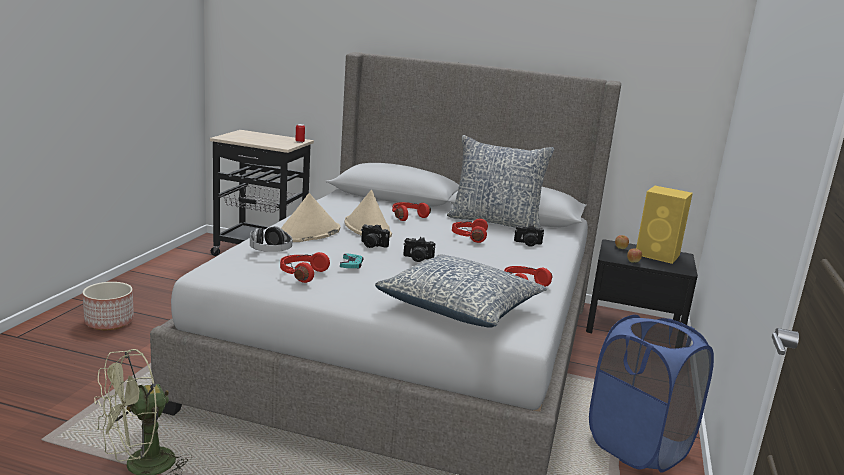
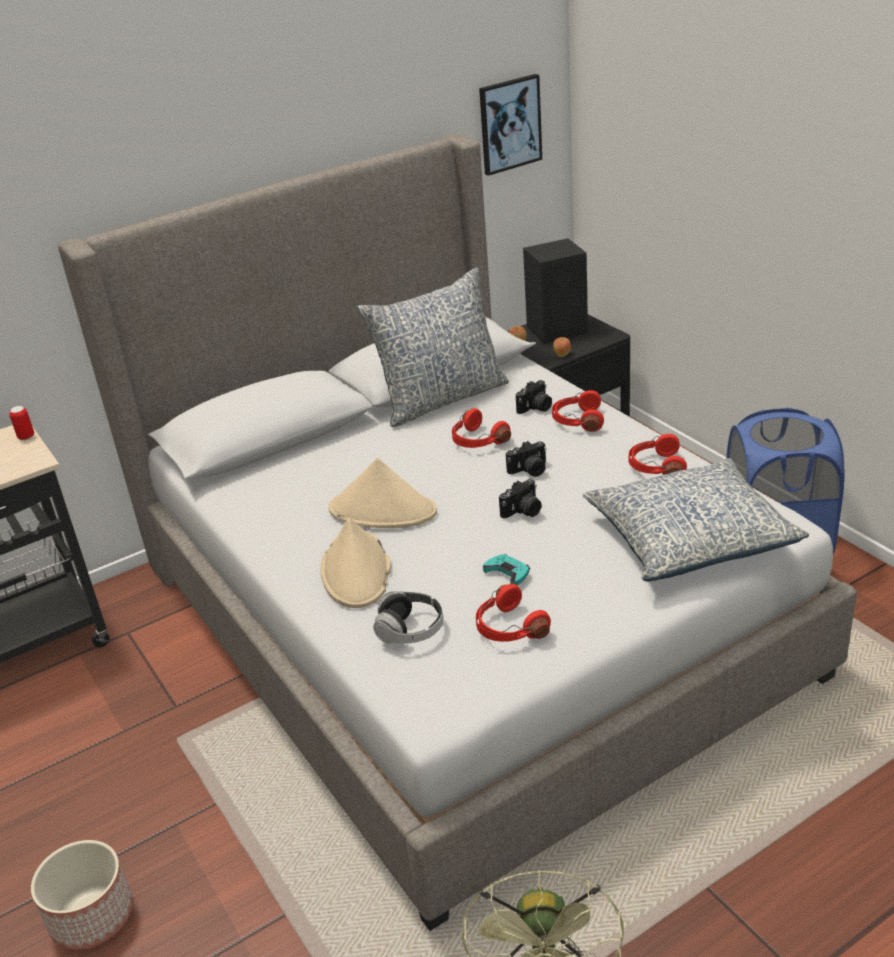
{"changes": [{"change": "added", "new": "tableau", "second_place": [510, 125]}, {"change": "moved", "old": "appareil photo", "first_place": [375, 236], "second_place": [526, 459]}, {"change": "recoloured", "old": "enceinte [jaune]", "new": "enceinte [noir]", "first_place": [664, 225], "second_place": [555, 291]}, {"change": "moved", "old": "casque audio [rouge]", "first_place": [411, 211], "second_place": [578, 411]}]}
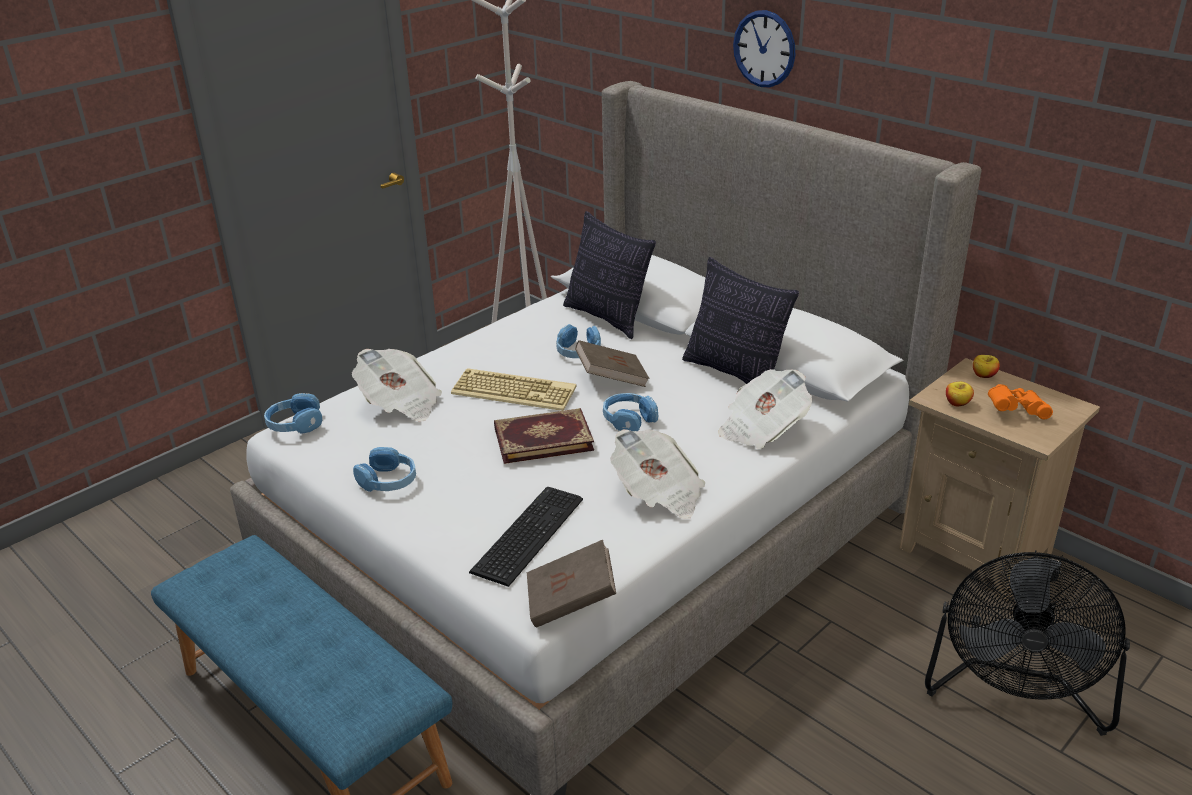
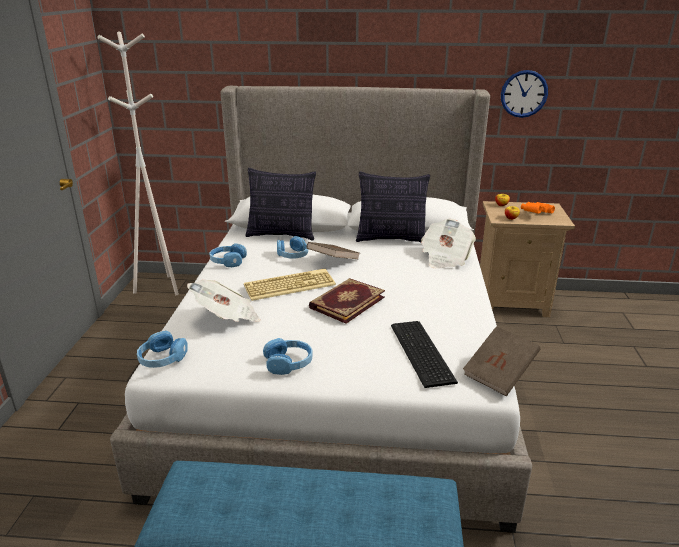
{"changes": [{"change": "moved", "old": "casque audio [bleu]", "first_place": [630, 412], "second_place": [228, 255]}, {"change": "moved", "old": "horloge murale", "first_place": [764, 48], "second_place": [524, 94]}, {"change": "removed", "old": "journal", "first_place": [657, 474]}, {"change": "removed", "old": "ventilateur [noir]", "first_place": [1027, 643]}]}
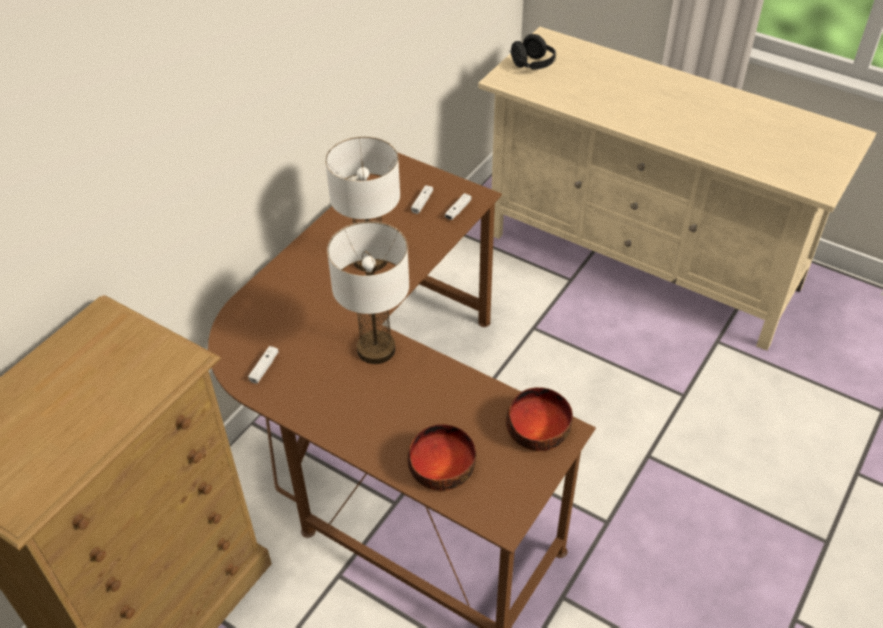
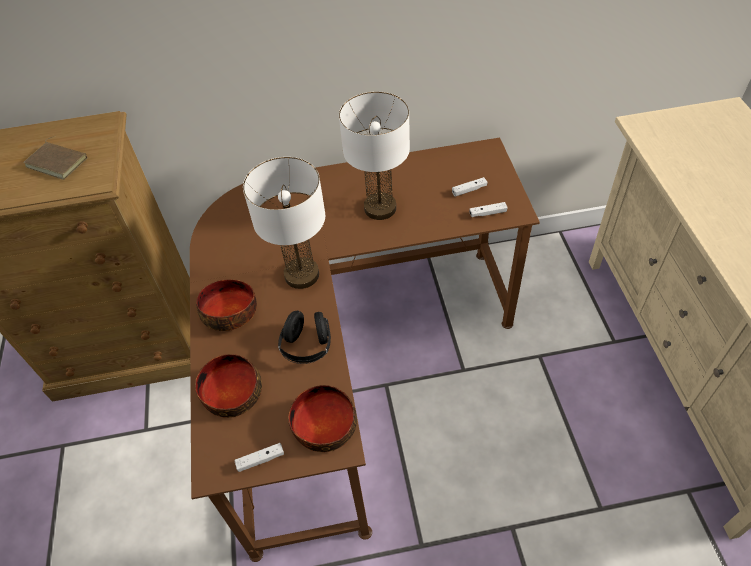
{"changes": [{"change": "added", "new": "livre [marron]", "second_place": [55, 158]}, {"change": "added", "new": "bol", "second_place": [226, 305]}, {"change": "moved", "old": "manette [blanc]", "first_place": [263, 365], "second_place": [259, 457]}, {"change": "moved", "old": "casque audio [noir]", "first_place": [532, 52], "second_place": [304, 337]}]}
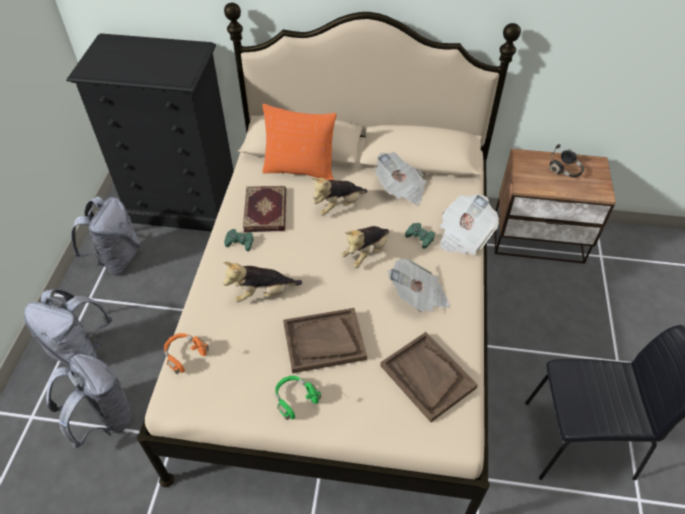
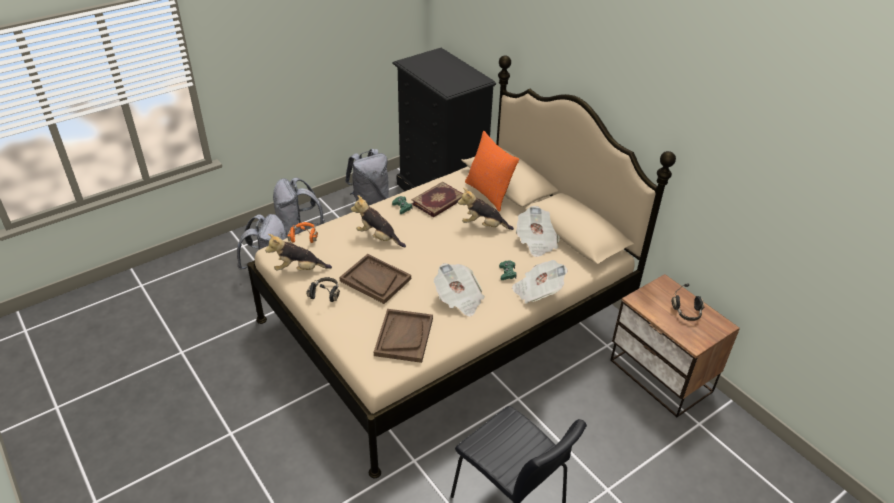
{"changes": [{"change": "moved", "old": "peluche", "first_place": [365, 247], "second_place": [298, 252]}, {"change": "recoloured", "old": "casque audio [vert]", "new": "casque audio [noir]", "first_place": [298, 398], "second_place": [323, 289]}]}
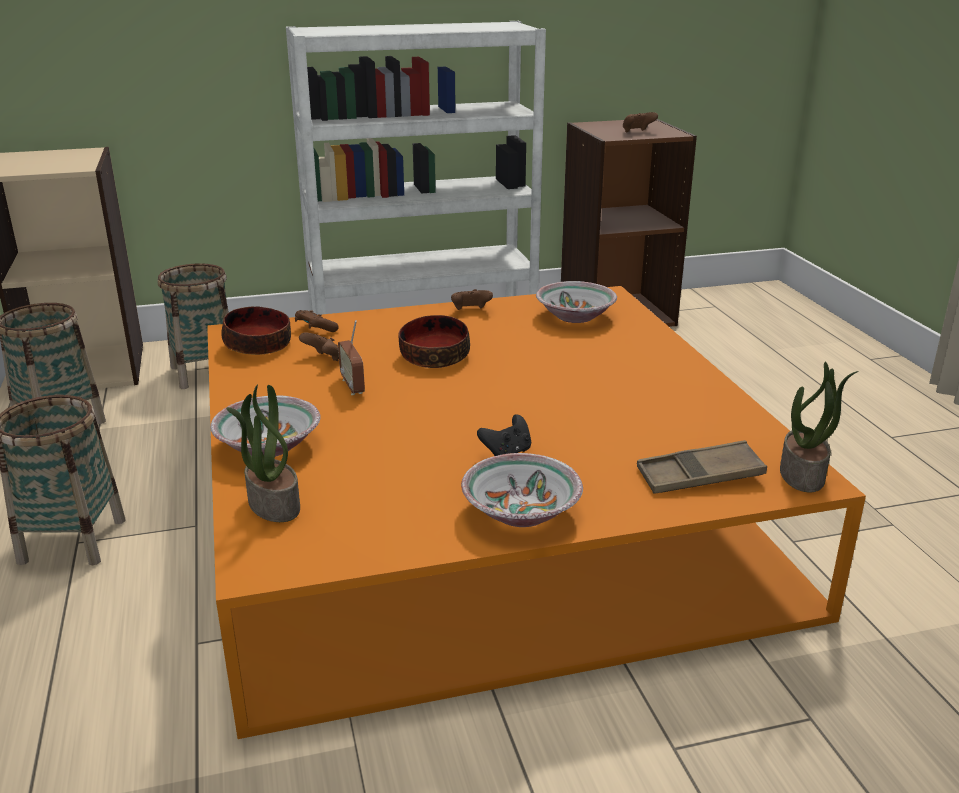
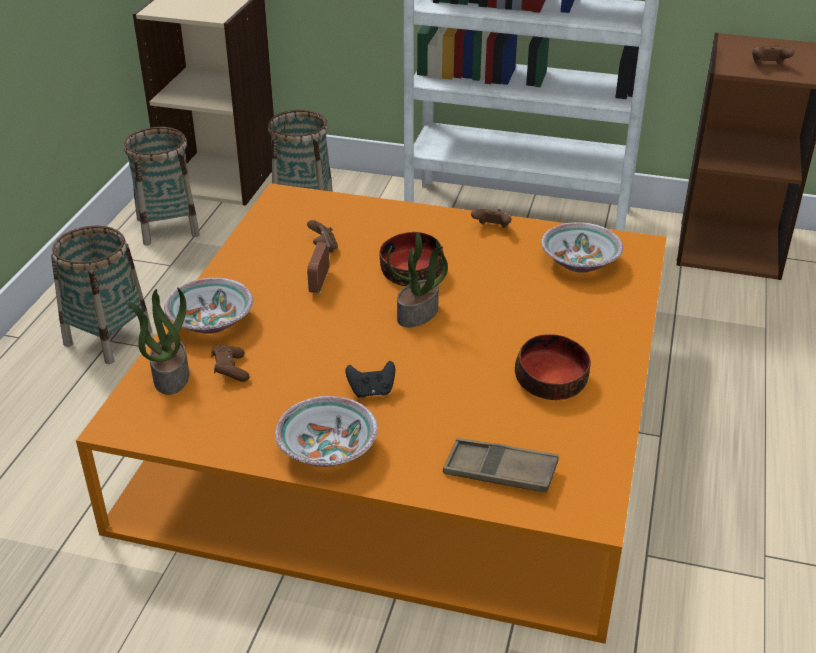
{"changes": [{"change": "moved", "old": "manette [marron]", "first_place": [317, 321], "second_place": [230, 363]}, {"change": "moved", "old": "plante en pot", "first_place": [819, 427], "second_place": [417, 280]}, {"change": "moved", "old": "bol", "first_place": [256, 330], "second_place": [553, 367]}]}
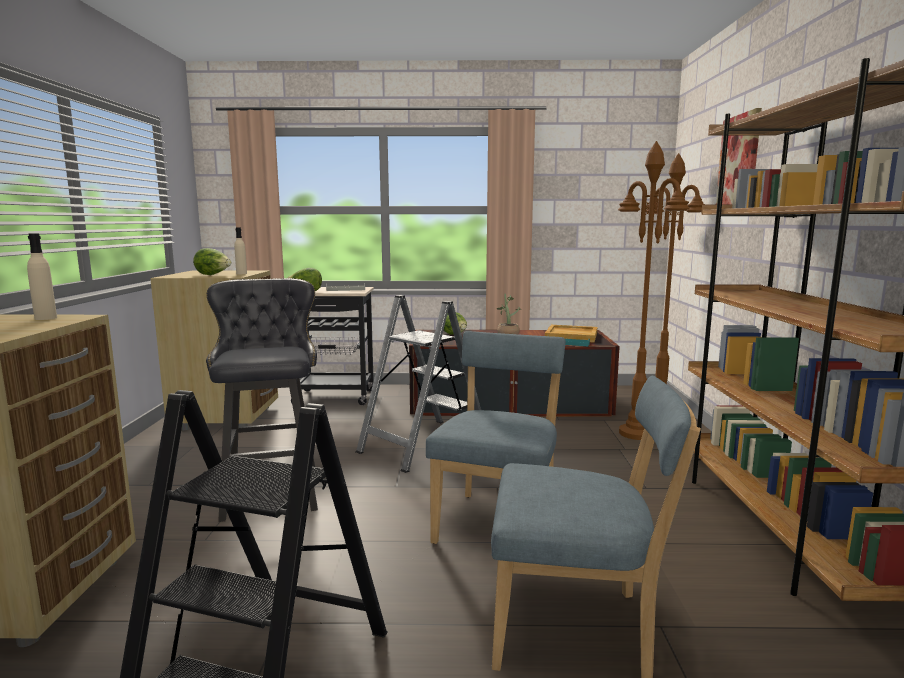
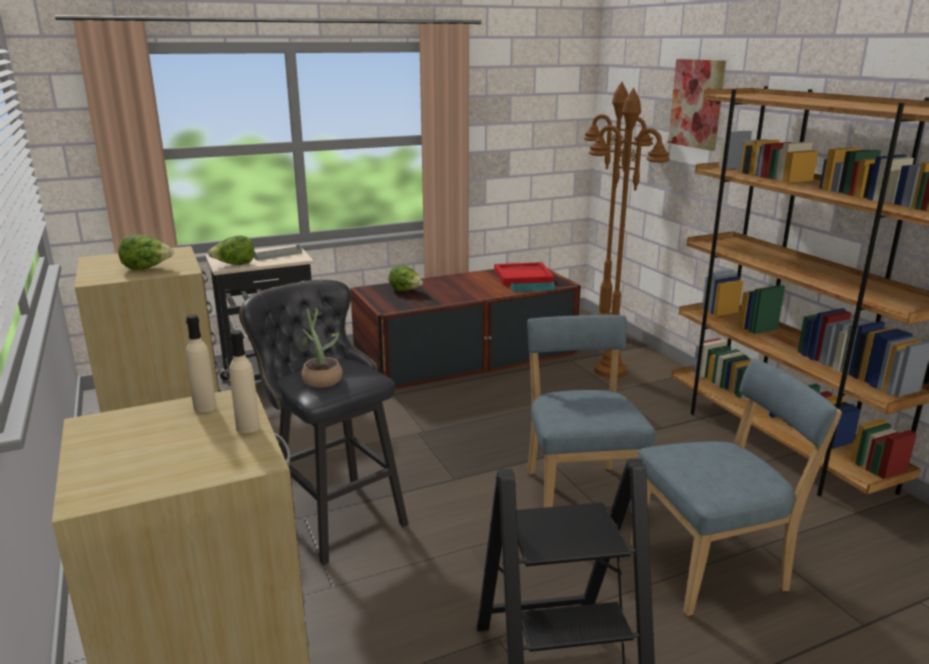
{"changes": [{"change": "moved", "old": "bouteille [beige]", "first_place": [240, 251], "second_place": [244, 381]}, {"change": "moved", "old": "plante en pot", "first_place": [509, 314], "second_place": [319, 348]}, {"change": "recoloured", "old": "plateau [beige]", "new": "plateau [rouge]", "first_place": [571, 334], "second_place": [524, 274]}, {"change": "removed", "old": "escabeau [gris]", "first_place": [418, 384]}]}
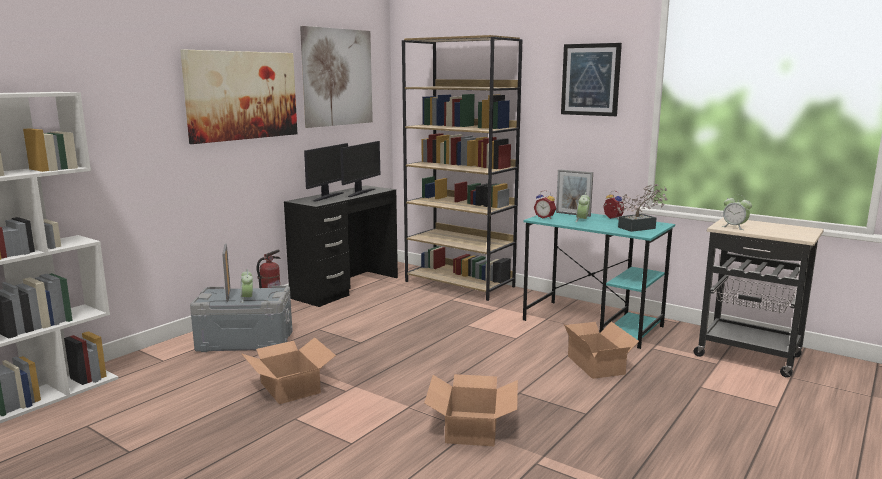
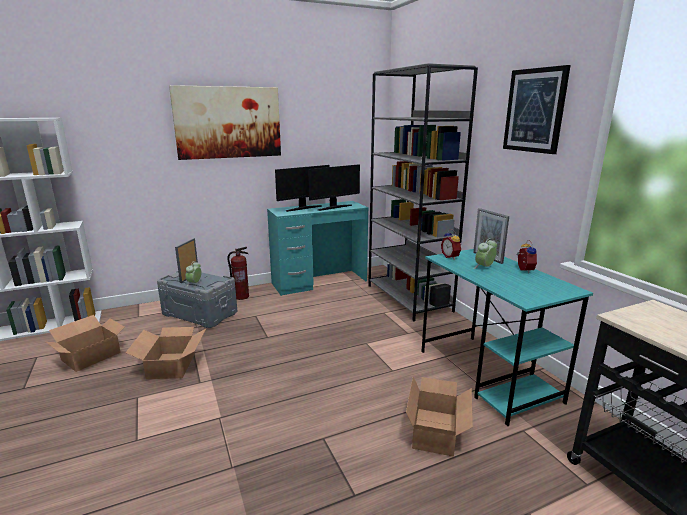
{"changes": [{"change": "moved", "old": "carton", "first_place": [471, 410], "second_place": [85, 343]}, {"change": "recoloured", "old": "bureau [noir]", "new": "bureau [turquoise]", "first_place": [341, 246], "second_place": [317, 248]}, {"change": "recoloured", "old": "bibliothèque [marron]", "new": "bibliothèque [gris]", "first_place": [462, 168], "second_place": [423, 192]}, {"change": "removed", "old": "tableau", "first_place": [336, 77]}, {"change": "removed", "old": "plante en pot", "first_place": [642, 208]}, {"change": "removed", "old": "réveil", "first_place": [736, 212]}]}
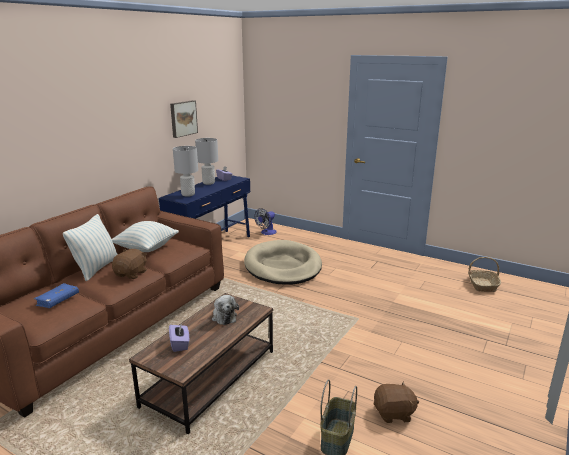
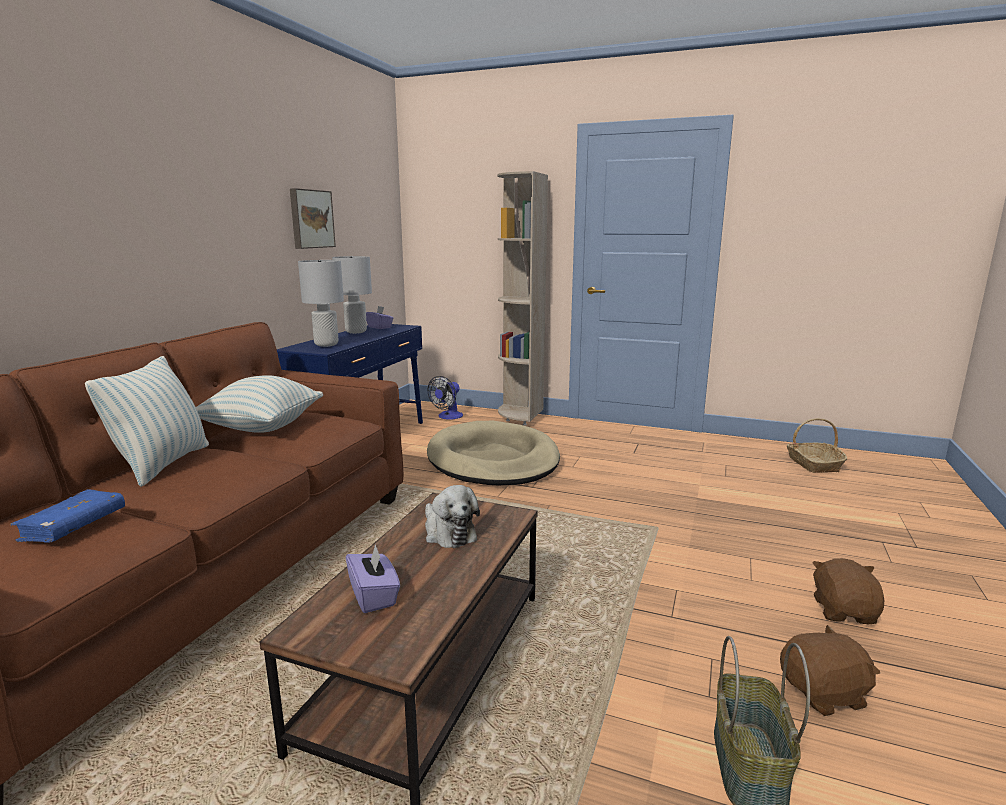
{"changes": [{"change": "added", "new": "bibliothèque [beige]", "second_place": [522, 298]}, {"change": "moved", "old": "peluche [marron]", "first_place": [129, 264], "second_place": [848, 591]}]}
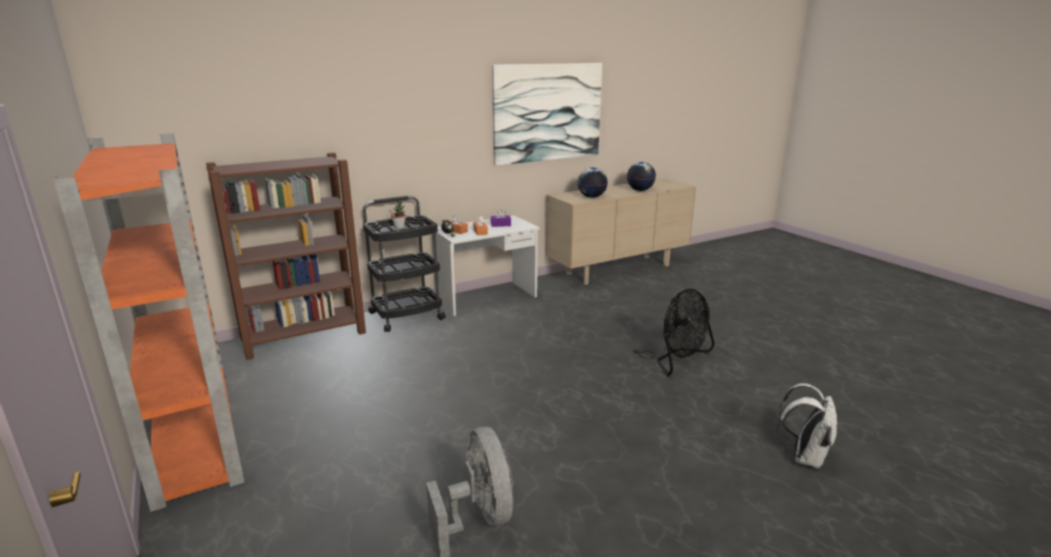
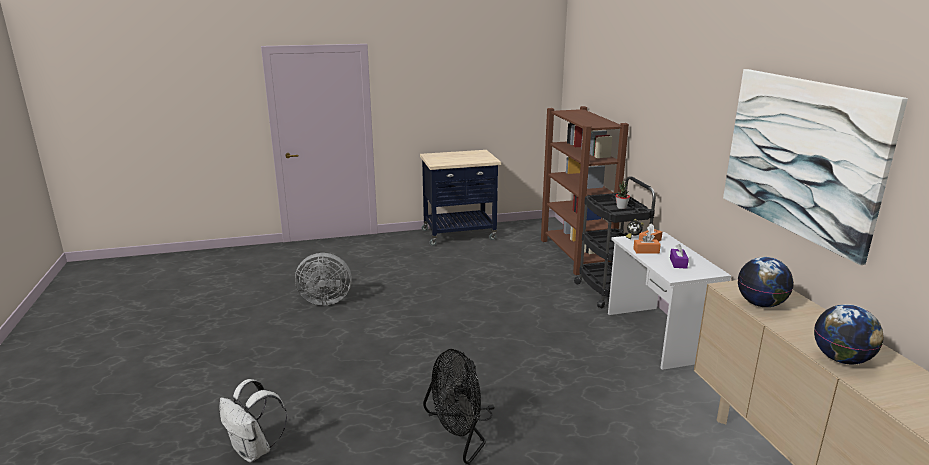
{"changes": [{"change": "replaced", "old": "bibliothèque [orange]", "new": "chariot [bleu]", "first_place": [149, 322], "second_place": [460, 198]}]}
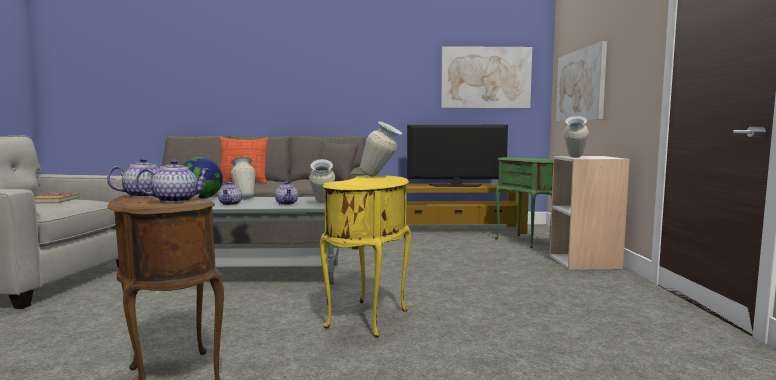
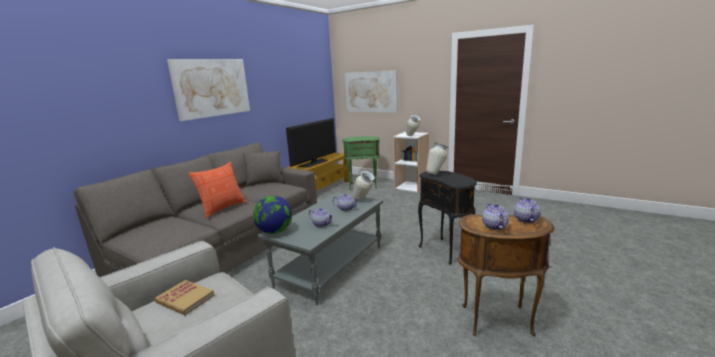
{"changes": [{"change": "moved", "old": "tableau", "first_place": [486, 77], "second_place": [208, 90]}, {"change": "recoloured", "old": "table d'appoint [jaune]", "new": "table d'appoint [noir]", "first_place": [365, 256], "second_place": [447, 218]}, {"change": "removed", "old": "vase", "first_place": [243, 178]}]}
